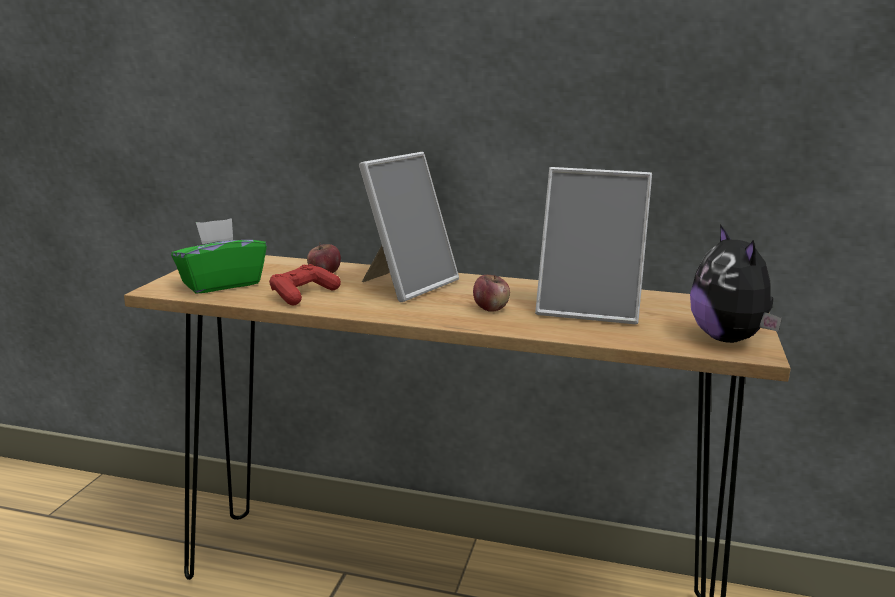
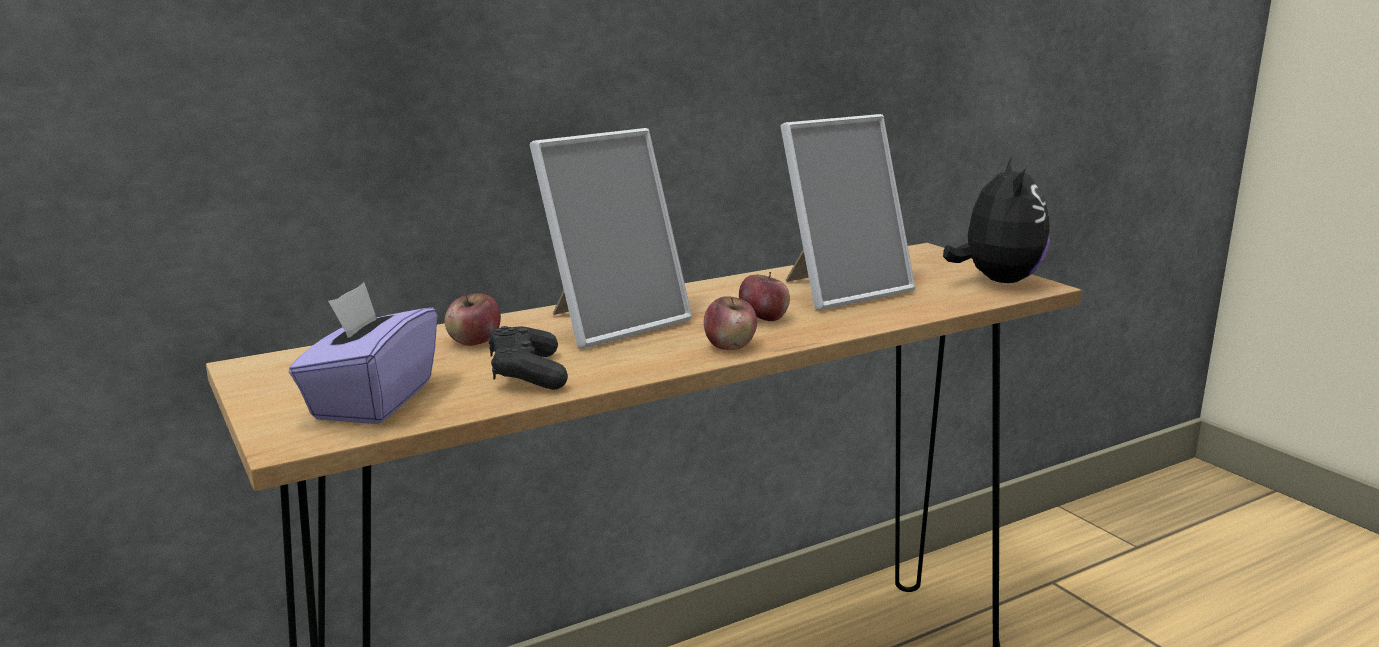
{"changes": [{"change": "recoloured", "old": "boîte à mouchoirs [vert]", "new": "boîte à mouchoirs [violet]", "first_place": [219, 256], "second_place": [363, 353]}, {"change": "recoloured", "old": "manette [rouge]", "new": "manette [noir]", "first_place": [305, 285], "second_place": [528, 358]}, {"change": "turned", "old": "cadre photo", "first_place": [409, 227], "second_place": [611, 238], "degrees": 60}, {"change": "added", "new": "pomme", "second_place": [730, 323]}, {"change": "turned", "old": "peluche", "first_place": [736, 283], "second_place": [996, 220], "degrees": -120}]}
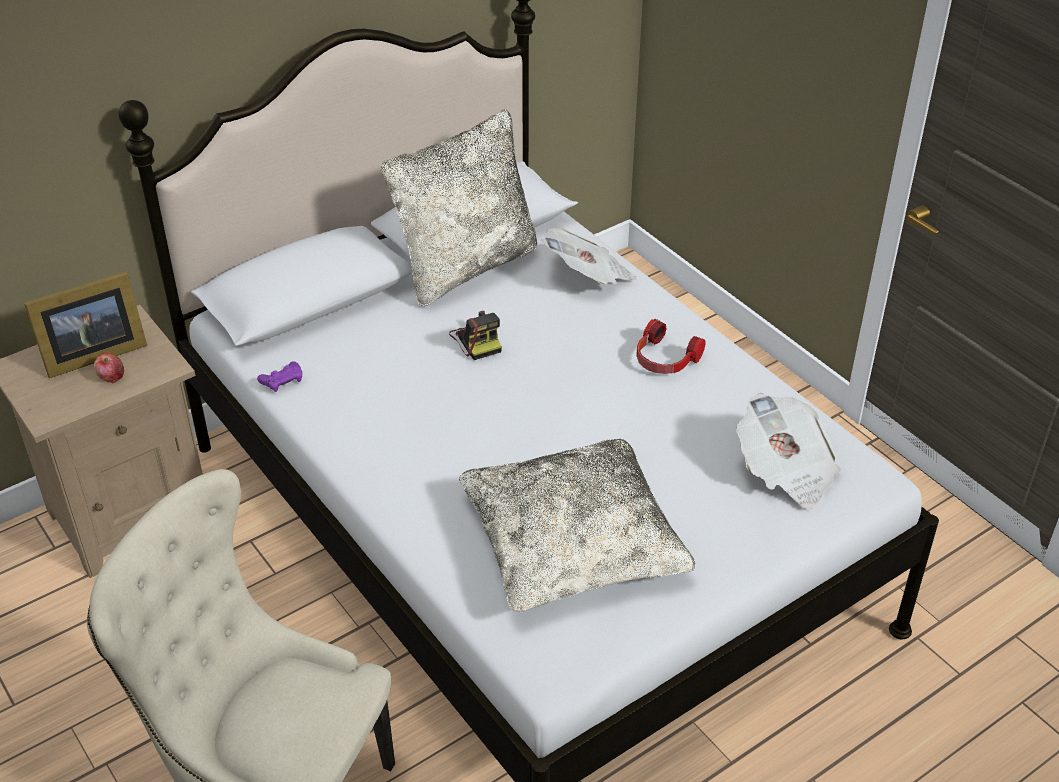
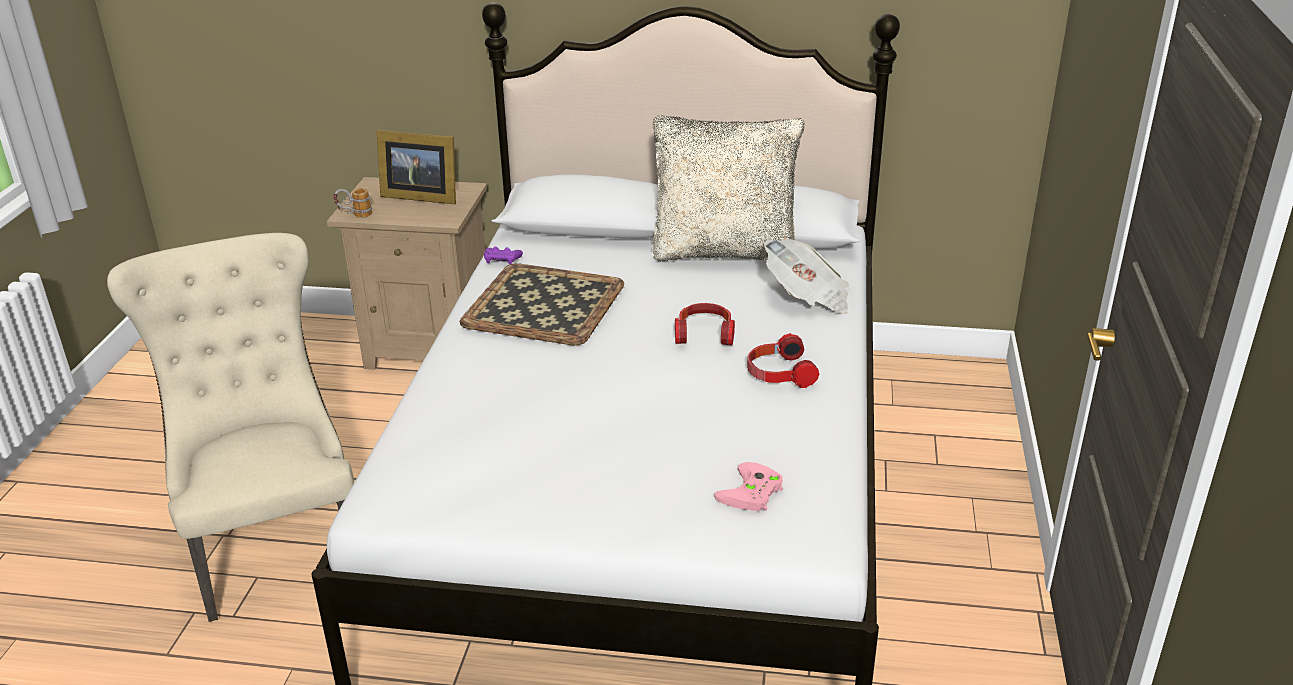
{"changes": [{"change": "added", "new": "mug", "second_place": [352, 203]}, {"change": "added", "new": "plateau", "second_place": [542, 304]}, {"change": "added", "new": "casque audio", "second_place": [705, 324]}, {"change": "replaced", "old": "journal", "new": "manette [rose]", "first_place": [788, 451], "second_place": [748, 486]}, {"change": "removed", "old": "pomme", "first_place": [109, 368]}, {"change": "removed", "old": "appareil photo", "first_place": [475, 335]}, {"change": "removed", "old": "coussin [beige]", "first_place": [577, 526]}]}
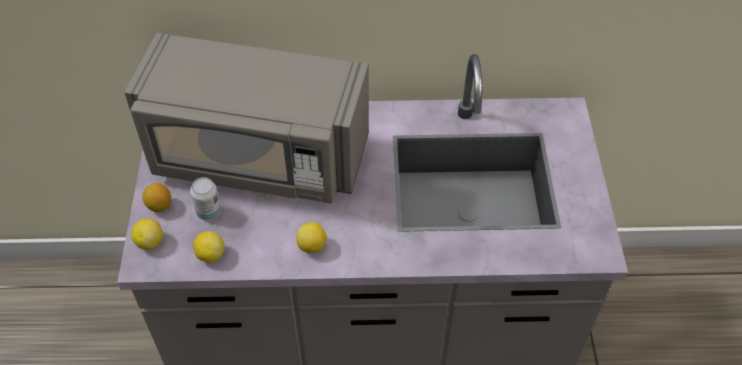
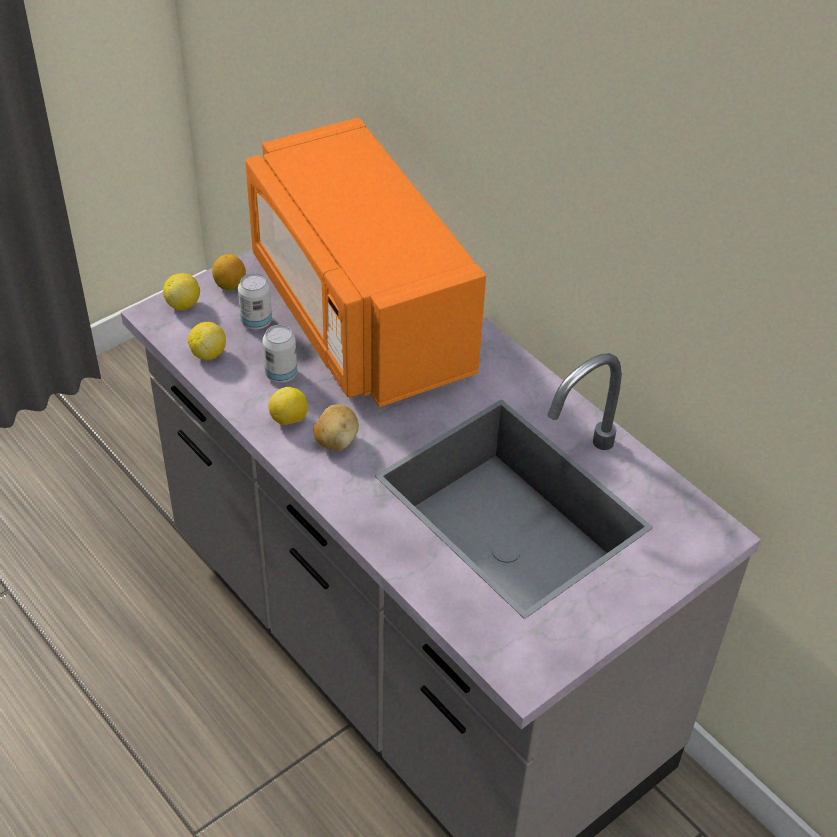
{"changes": [{"change": "recoloured", "old": "micro-ondes [gris]", "new": "micro-ondes [orange]", "first_place": [246, 118], "second_place": [365, 262]}, {"change": "added", "new": "boîte métallique", "second_place": [279, 354]}, {"change": "added", "new": "pomme de terre", "second_place": [336, 427]}]}
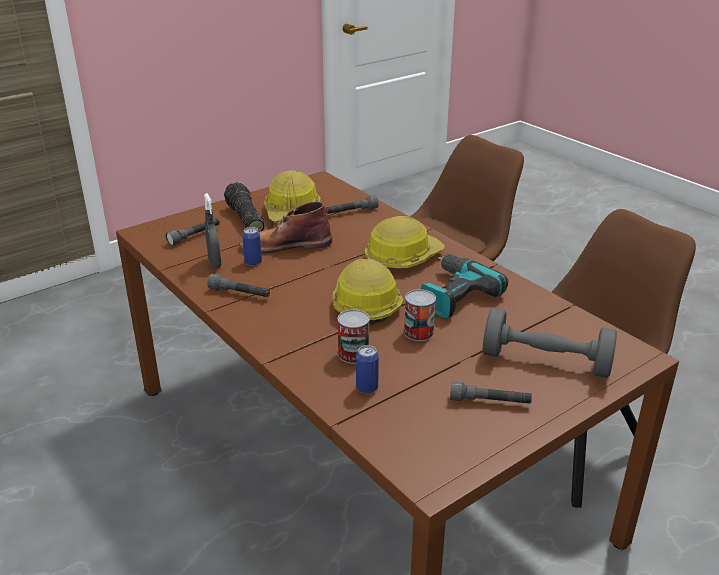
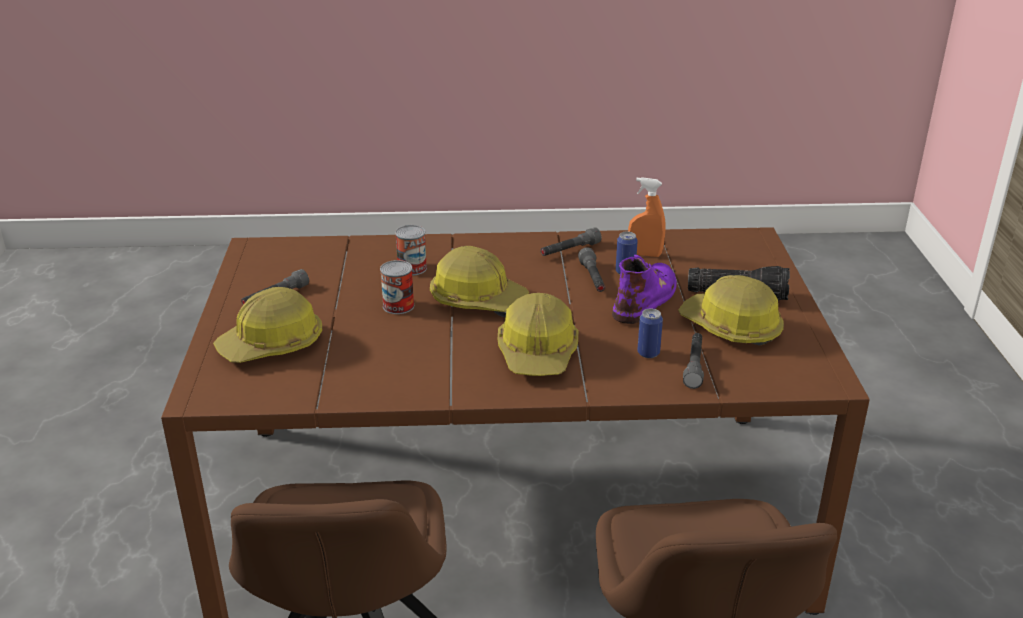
{"changes": [{"change": "replaced", "old": "haltère [gris]", "new": "casque de chantier", "first_place": [550, 343], "second_place": [267, 325]}, {"change": "moved", "old": "lampe de poche [gris]", "first_place": [193, 232], "second_place": [591, 269]}, {"change": "recoloured", "old": "botte [marron]", "new": "botte [violet]", "first_place": [285, 227], "second_place": [644, 289]}, {"change": "recoloured", "old": "vaporisateur [gris]", "new": "vaporisateur [orange]", "first_place": [212, 230], "second_place": [647, 217]}, {"change": "moved", "old": "boîte métallique", "first_place": [367, 369], "second_place": [650, 333]}, {"change": "removed", "old": "perceuse", "first_place": [464, 286]}]}
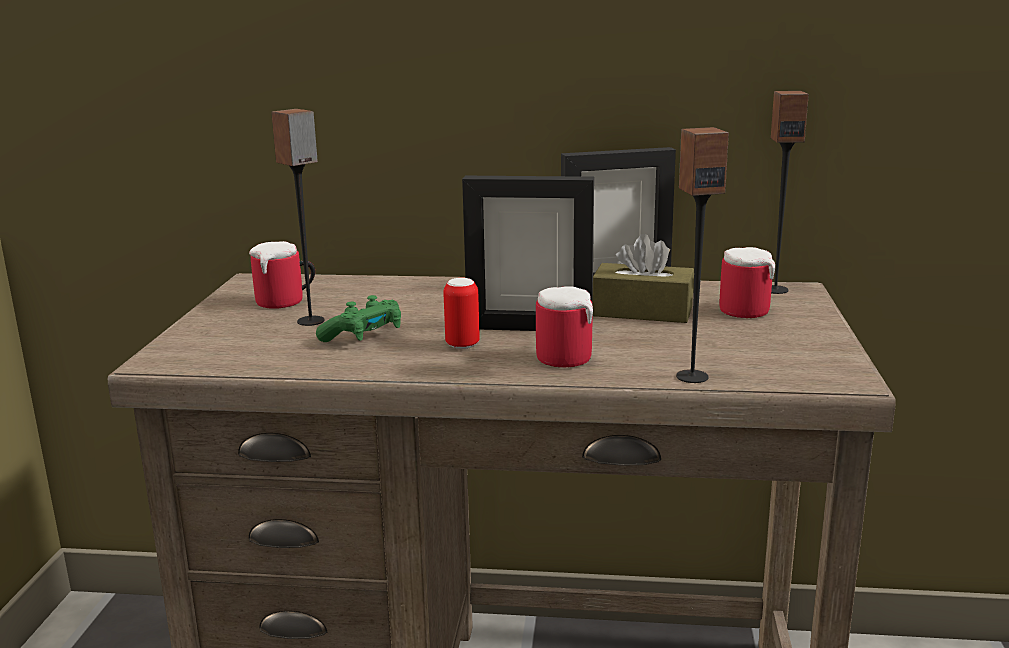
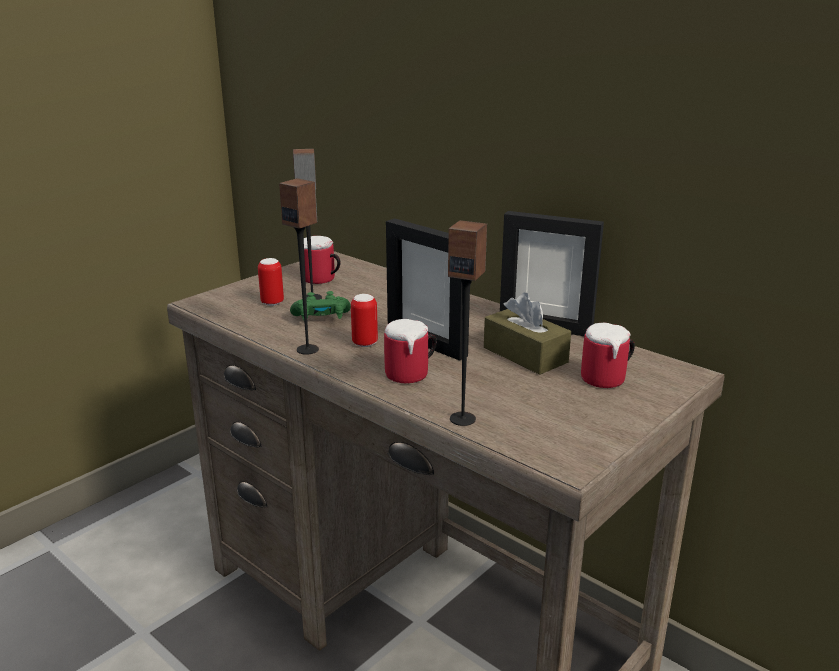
{"changes": [{"change": "added", "new": "boîte métallique", "second_place": [271, 282]}, {"change": "moved", "old": "enceinte", "first_place": [790, 192], "second_place": [299, 266]}]}
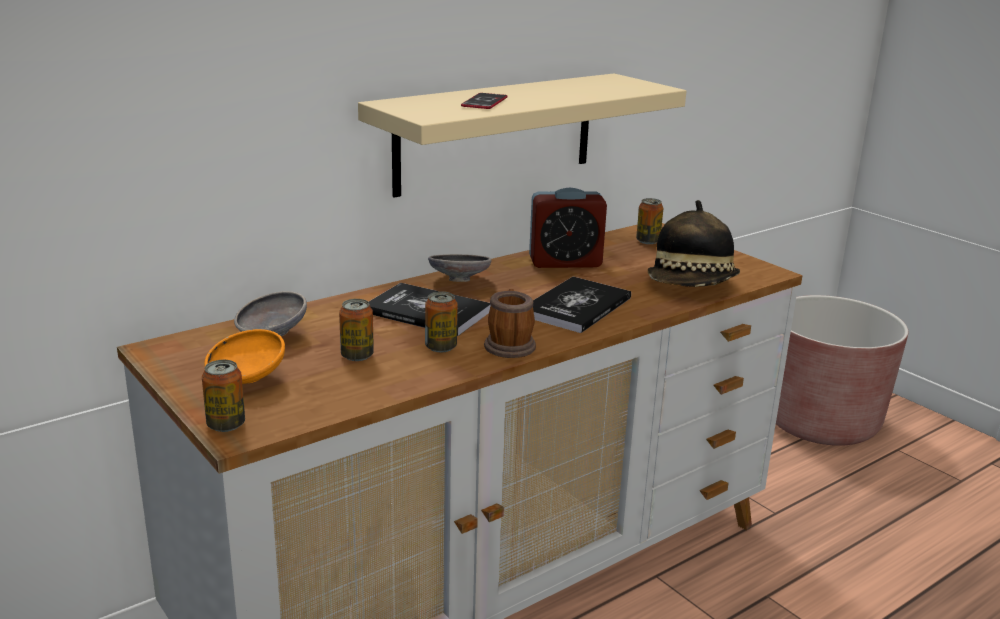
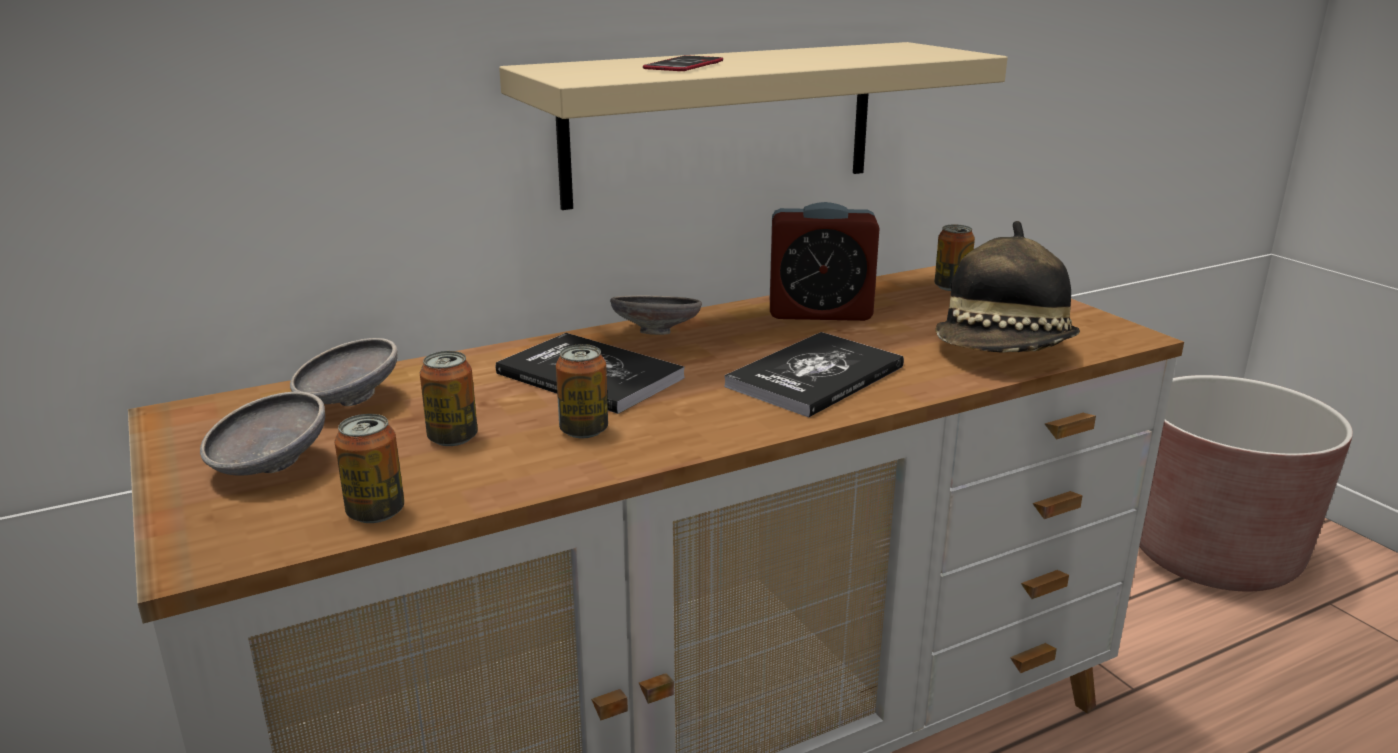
{"changes": [{"change": "recoloured", "old": "bol [orange]", "new": "bol [gris]", "first_place": [244, 356], "second_place": [262, 433]}, {"change": "moved", "old": "boîte métallique", "first_place": [223, 396], "second_place": [369, 468]}, {"change": "removed", "old": "mug", "first_place": [510, 323]}]}
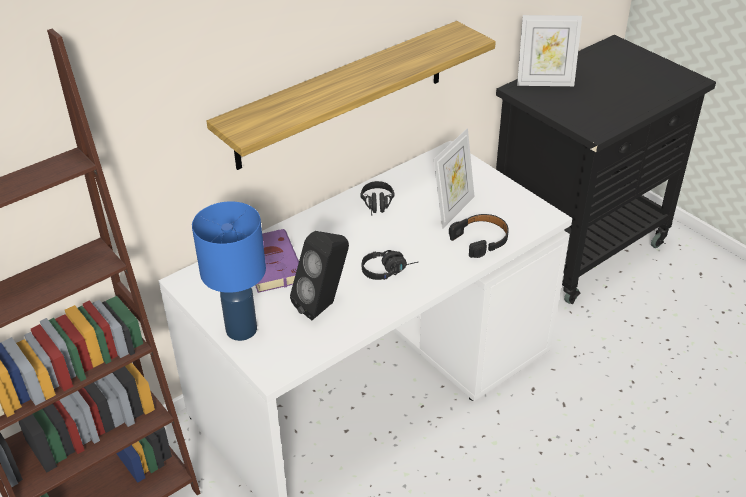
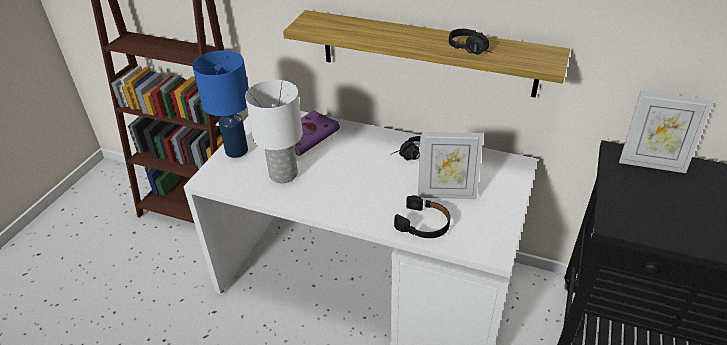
{"changes": [{"change": "replaced", "old": "enceinte [noir]", "new": "lampe de table [blanc]", "first_place": [319, 275], "second_place": [274, 131]}, {"change": "moved", "old": "casque audio [noir]", "first_place": [390, 265], "second_place": [470, 42]}, {"change": "turned", "old": "cadre photo", "first_place": [549, 50], "second_place": [666, 132], "degrees": -45}]}
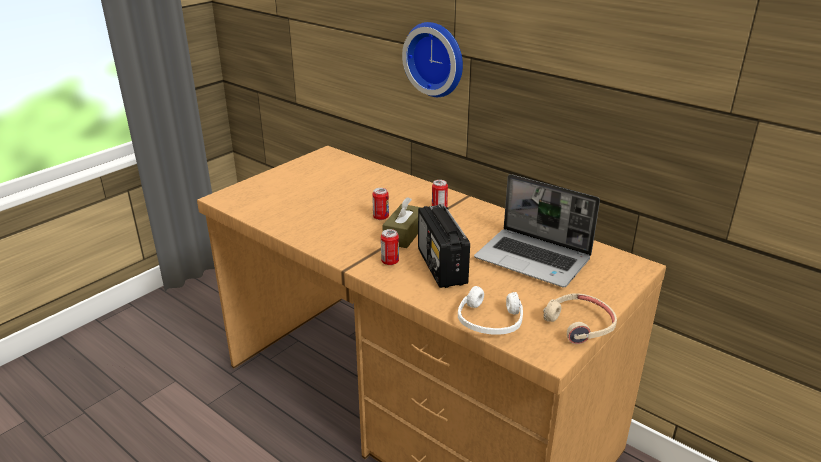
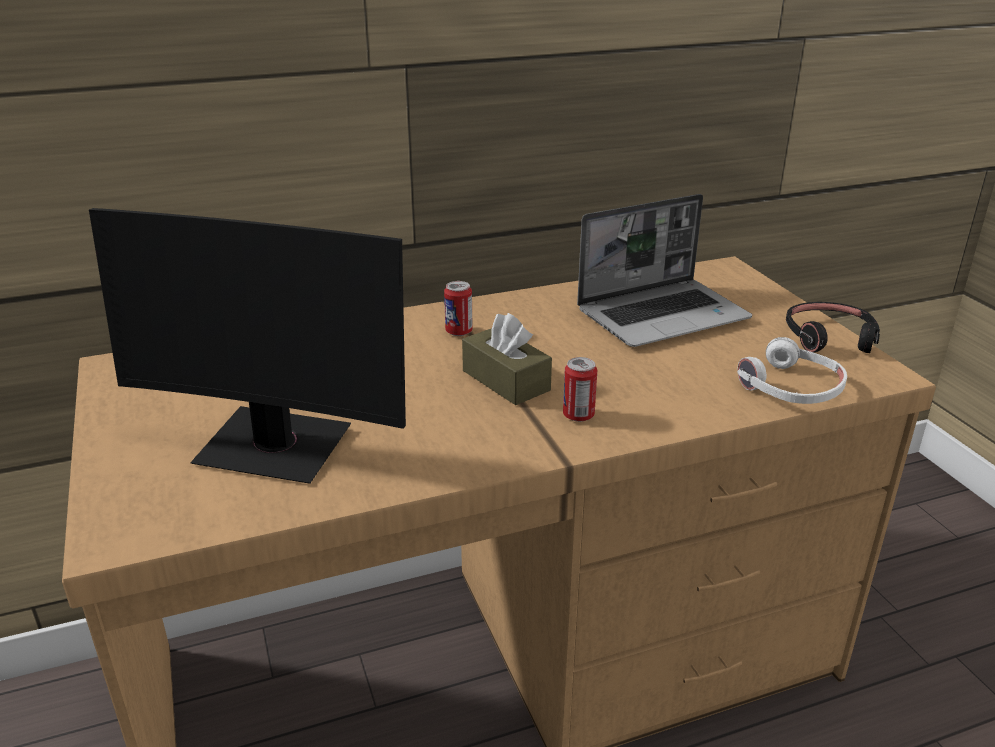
{"changes": [{"change": "added", "new": "écran d'ordinateur", "second_place": [247, 346]}, {"change": "recoloured", "old": "casque audio [beige]", "new": "casque audio [noir]", "first_place": [580, 318], "second_place": [833, 327]}, {"change": "removed", "old": "boîte métallique", "first_place": [380, 204]}, {"change": "removed", "old": "horloge murale", "first_place": [432, 59]}, {"change": "removed", "old": "radio", "first_place": [444, 246]}]}
